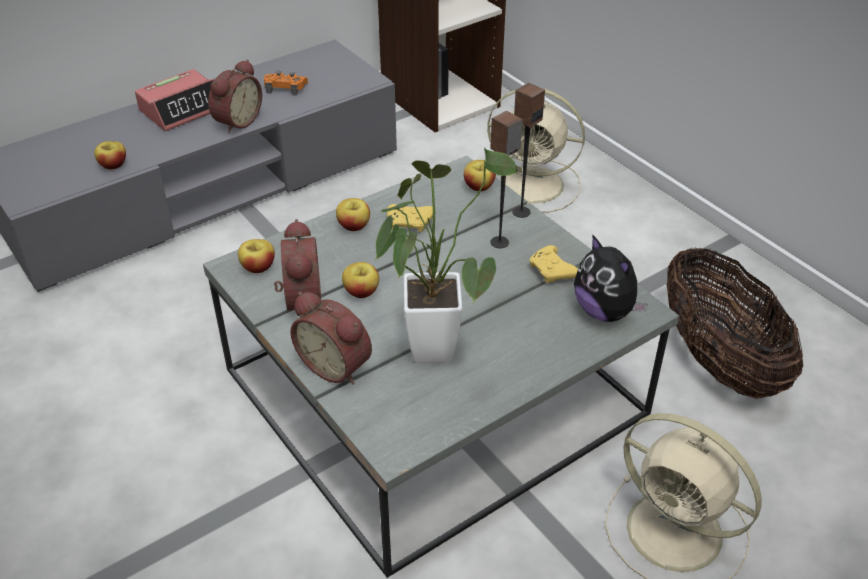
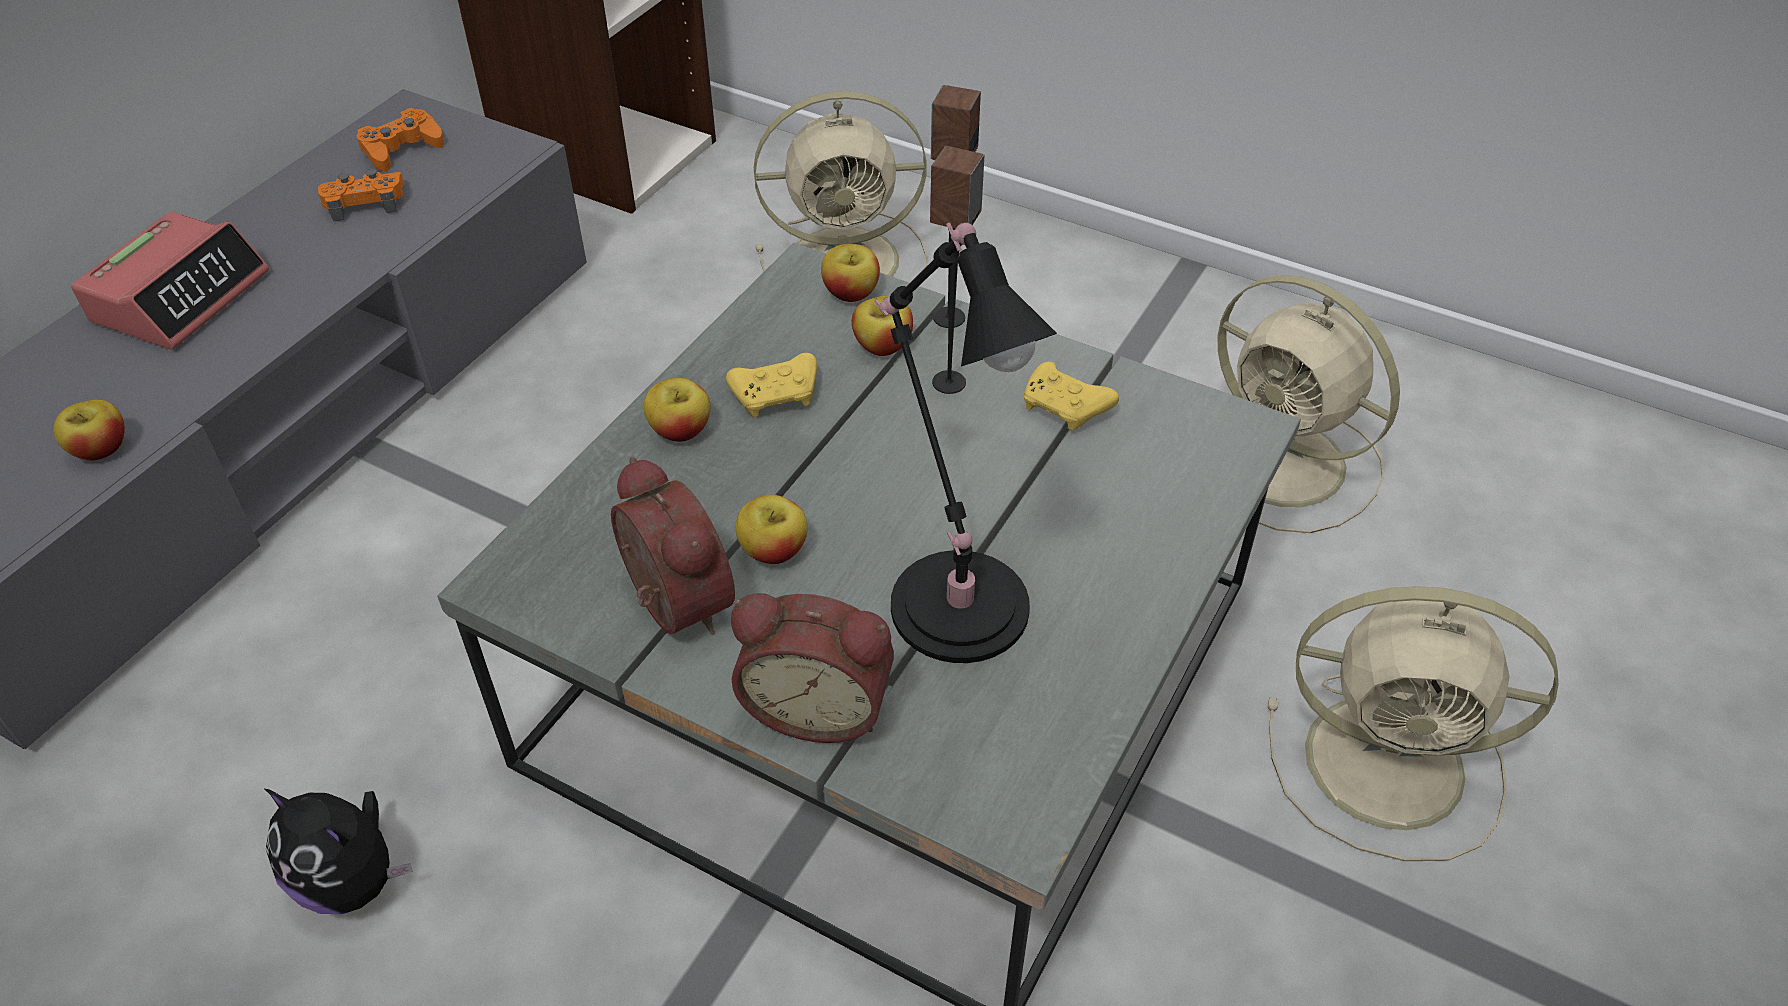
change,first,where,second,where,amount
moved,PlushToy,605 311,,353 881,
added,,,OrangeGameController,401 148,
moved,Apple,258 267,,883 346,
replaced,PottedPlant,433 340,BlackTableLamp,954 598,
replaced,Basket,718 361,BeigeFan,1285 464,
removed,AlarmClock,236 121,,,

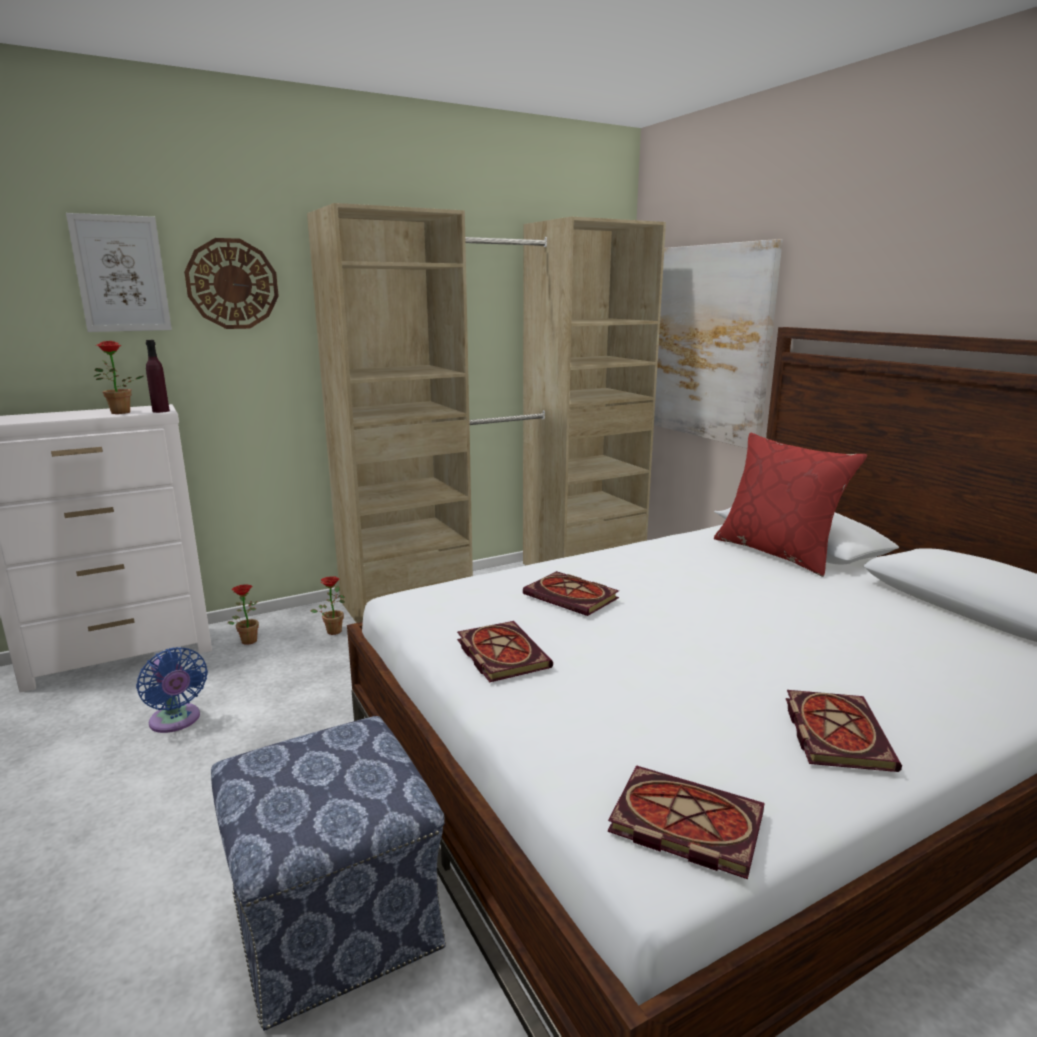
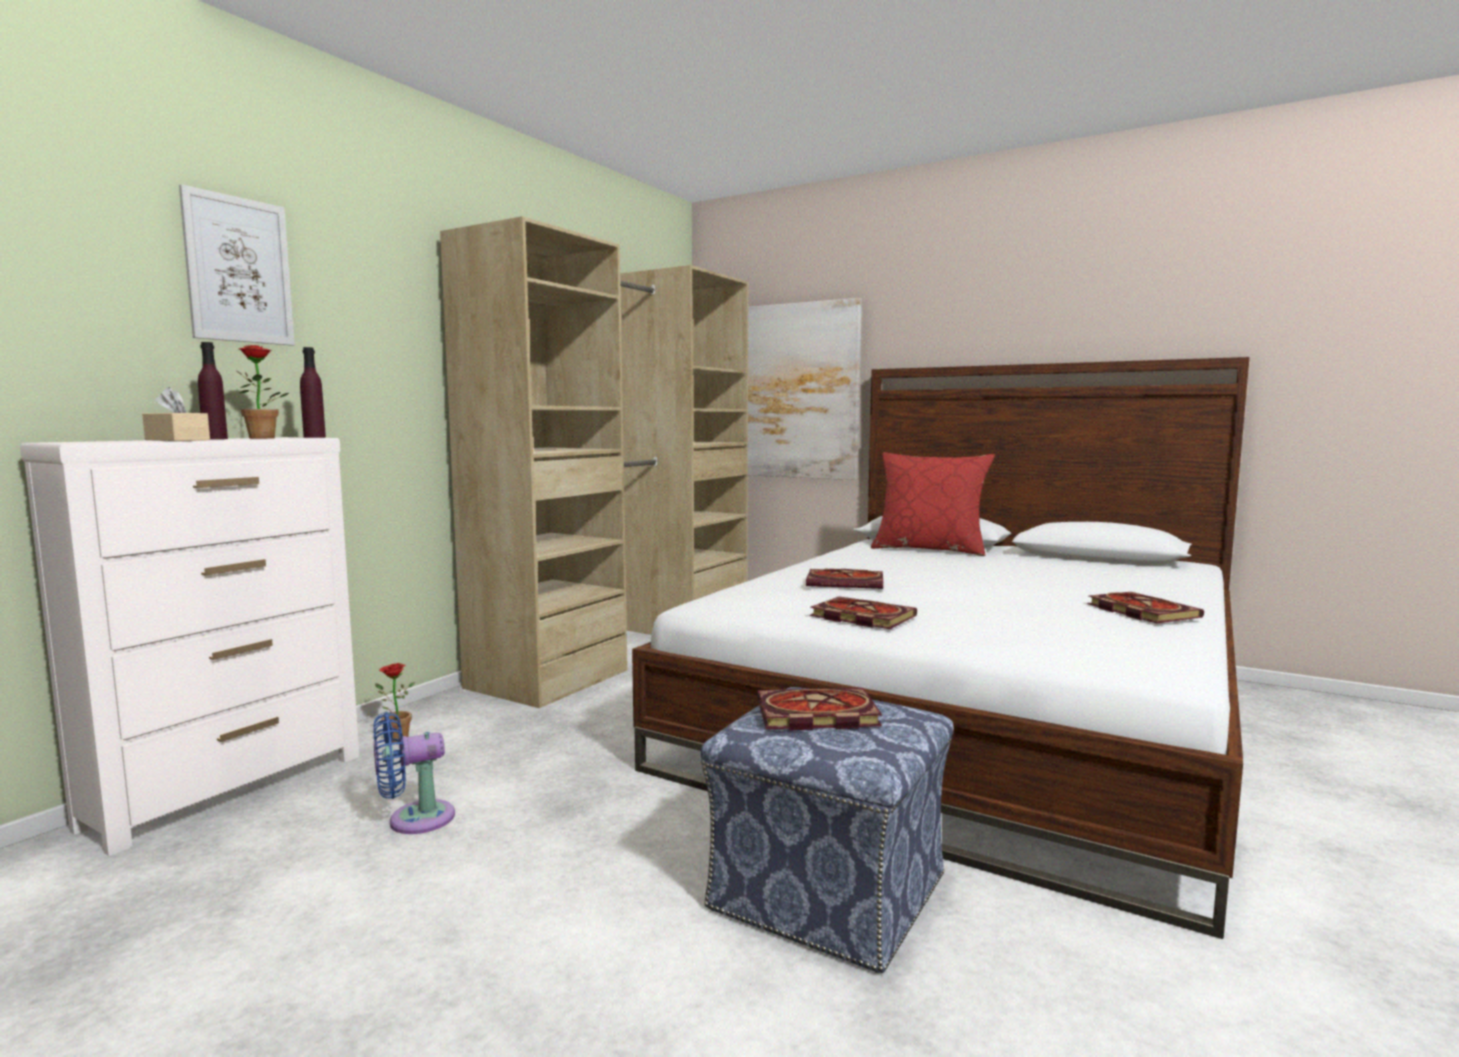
change,first,where,second,where,amount
added,,,BeigeTissueBox,177 440,
added,,,PurpleBottle,215 439,
turned,BlueFan,176 721,,414 820,135 degrees clockwise
moved,Book,681 824,,814 715,
removed,WallClock,232 284,,,
removed,PottedPlant,334 630,,,

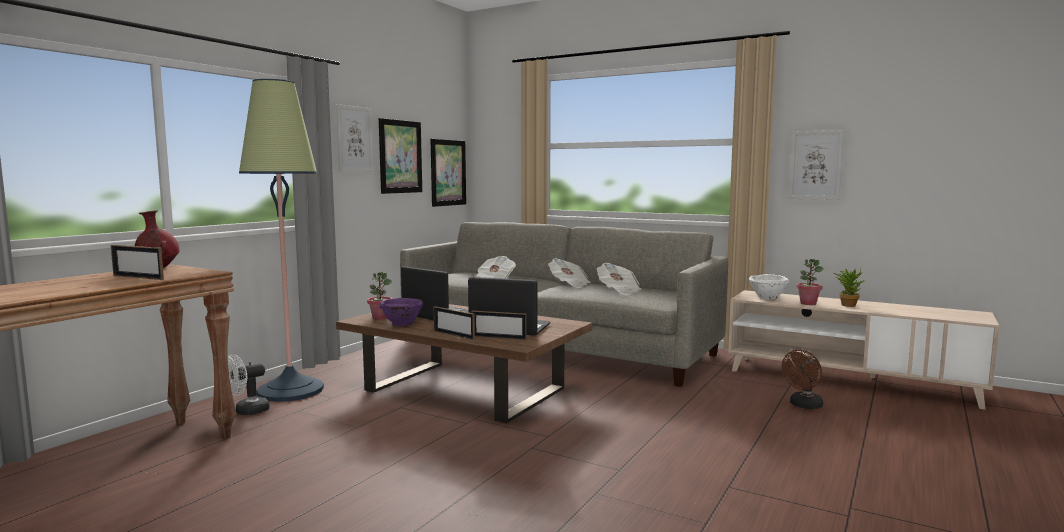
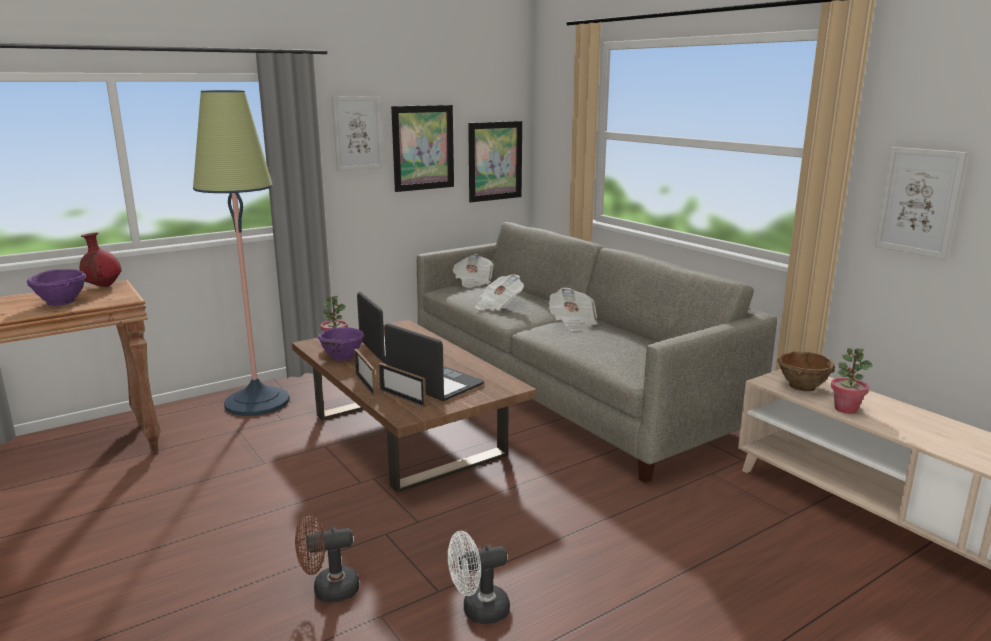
change,first,where,second,where,amount
replaced,PictureFrame,138 277,PurpleBowl,62 302,
moved,BrownFan,803 406,,328 590,
moved,WhiteFan,247 411,,478 611,
moved,Newspaper,618 291,,472 282,
recoloured,WhiteBowl,767 298,BrownBowl,802 387,
removed,PottedPlant,847 305,,,

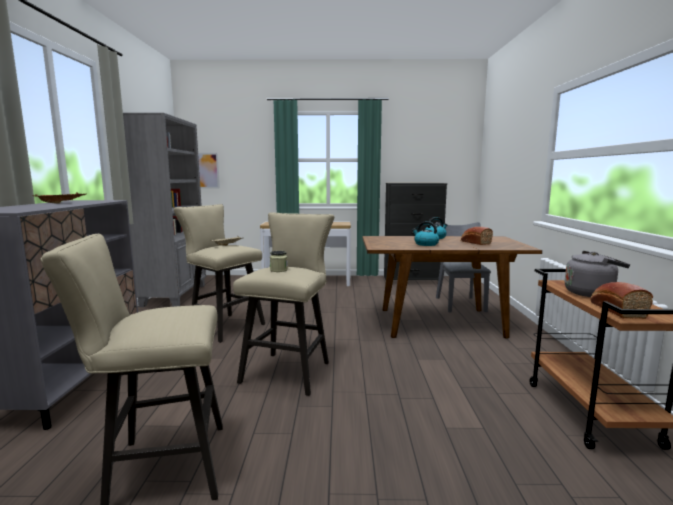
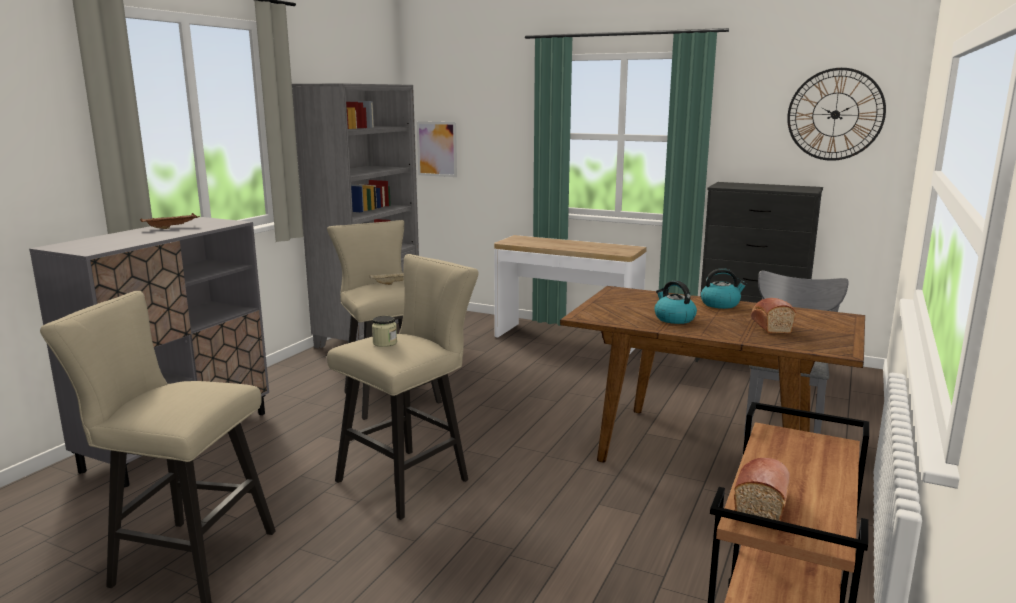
change,first,where,second,where,amount
added,,,WallClock,835 114,
removed,GreyKettle,591 293,,,

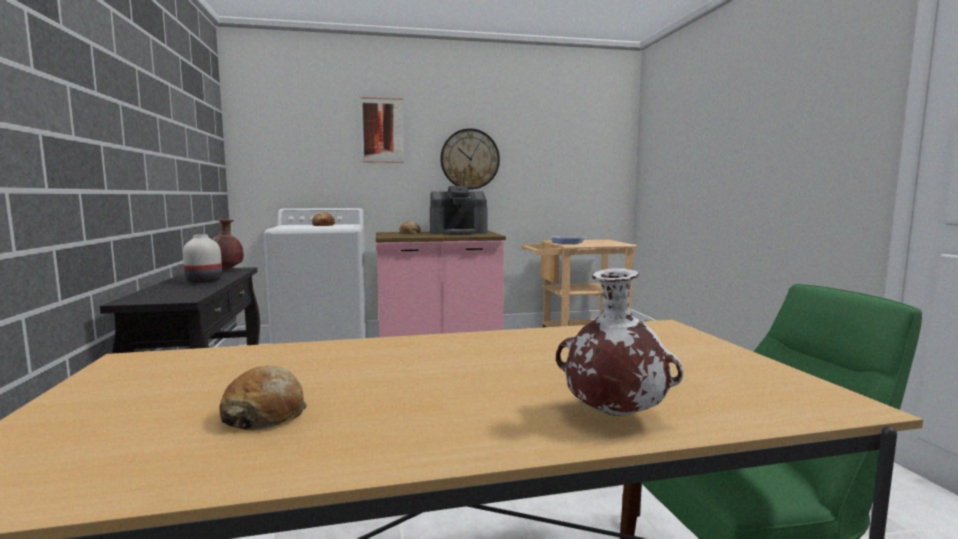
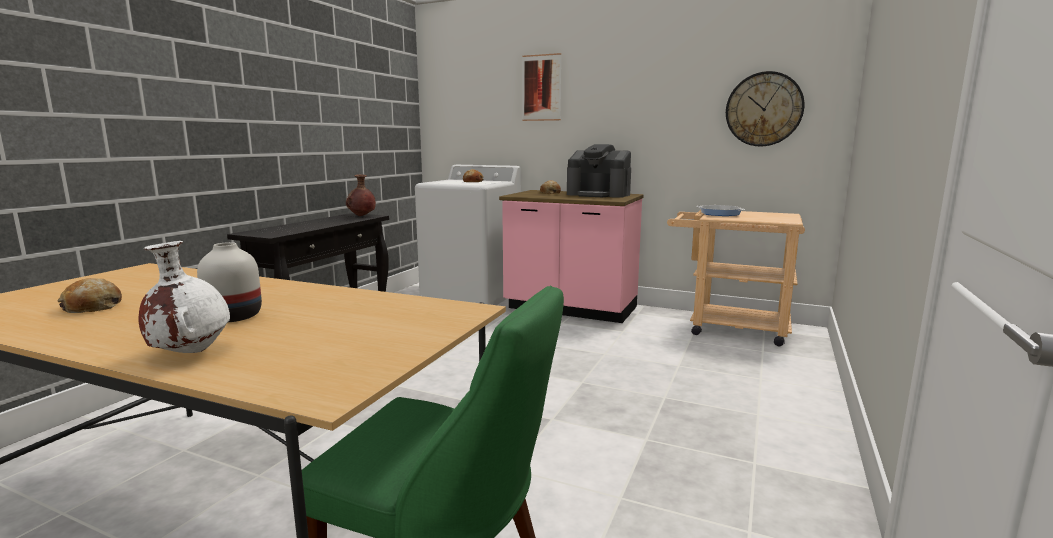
change,first,where,second,where,amount
moved,WhiteVase,205 281,,235 316,
moved,WallClock,470 159,,764 109,

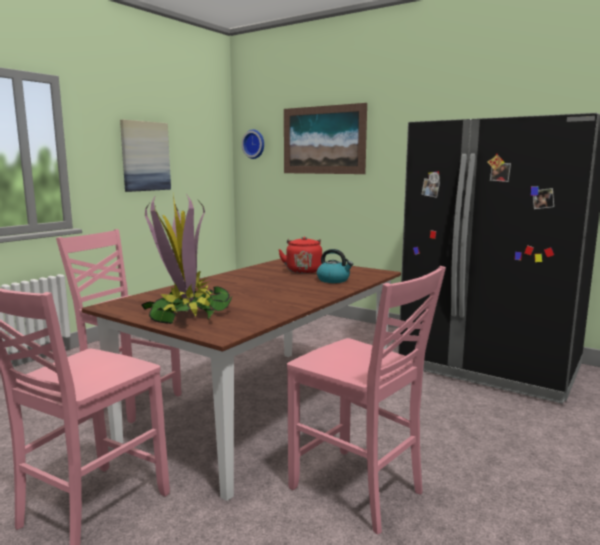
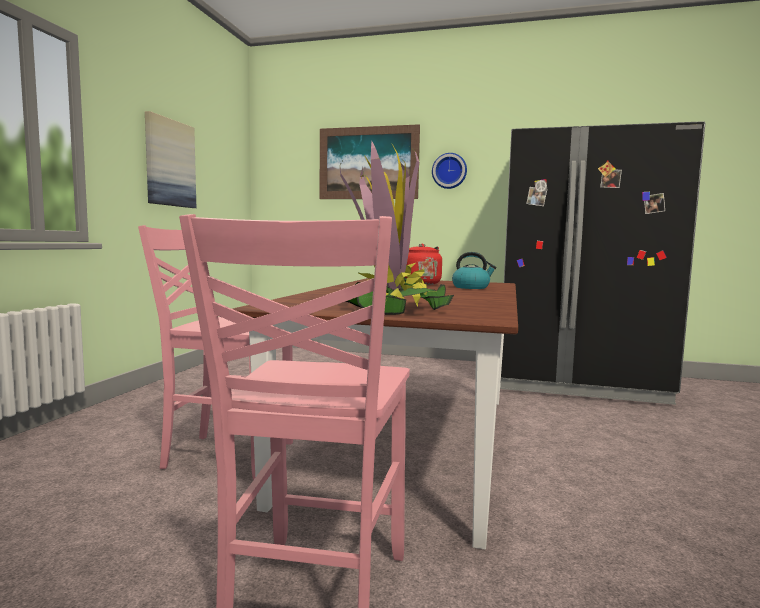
change,first,where,second,where,amount
moved,WallClock,254 144,,449 171,
removed,PinkChair,358 490,,,

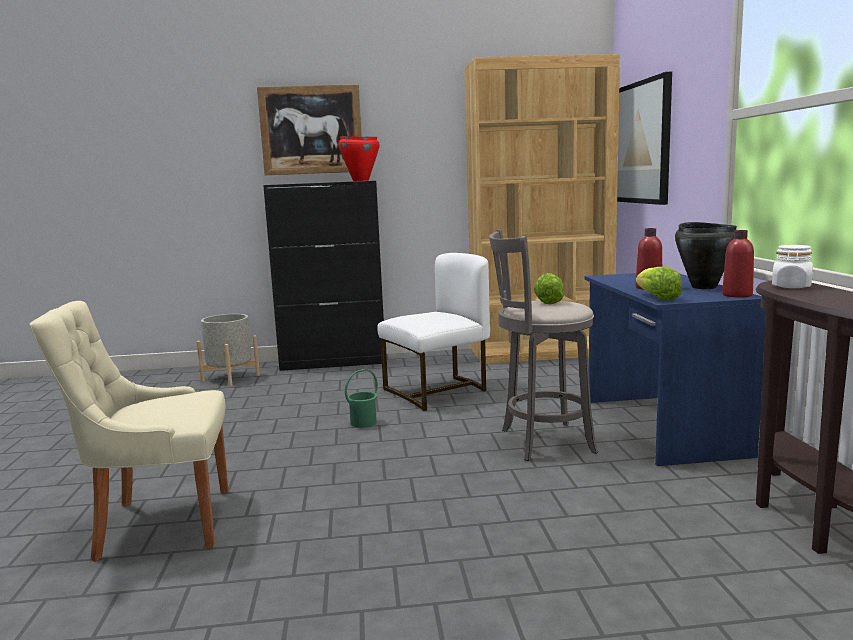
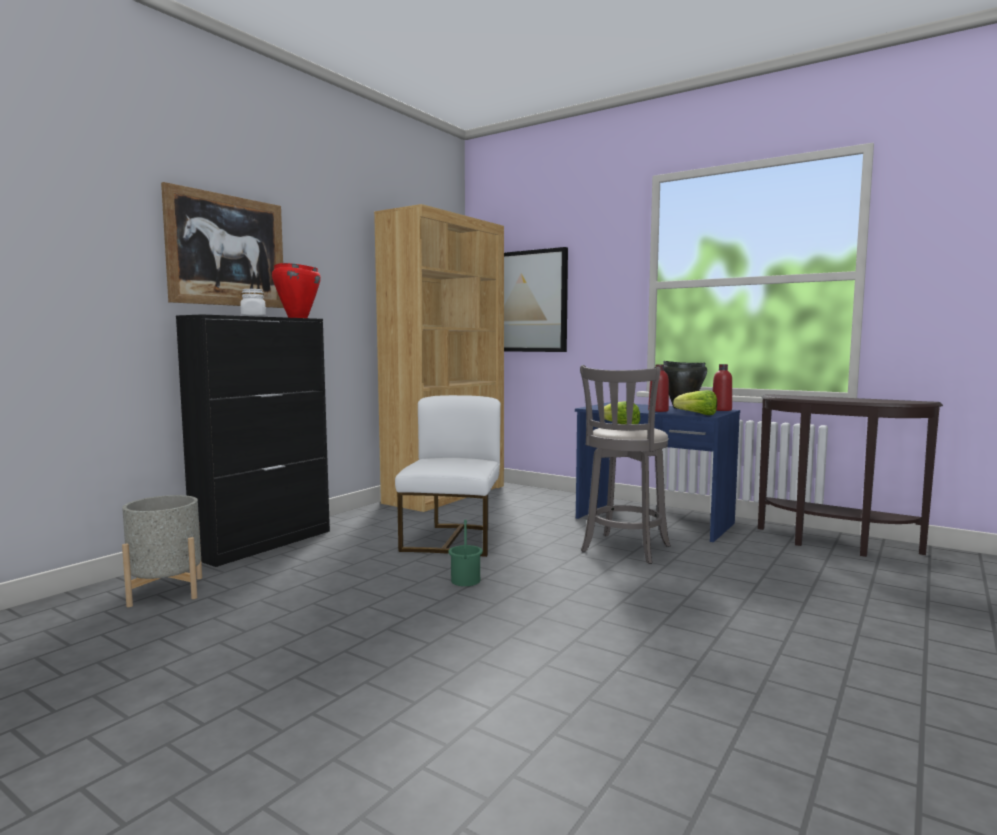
change,first,where,second,where,amount
moved,WhiteJar,791 286,,253 317,
removed,BeigeChair,159 524,,,

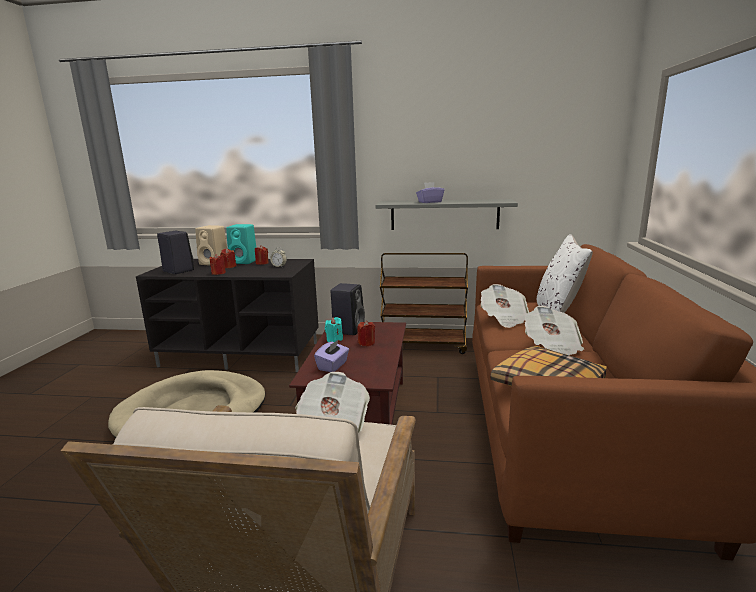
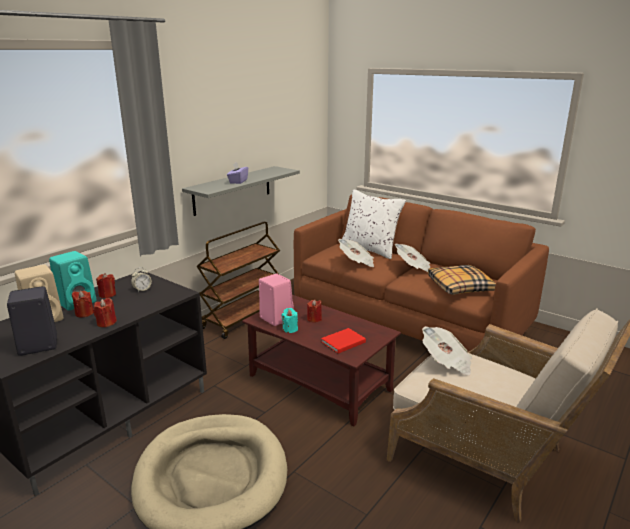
change,first,where,second,where,amount
recoloured,BlackSpeaker,348 329,PinkSpeaker,275 318,
replaced,PurpleTissueBox,333 366,RedBook,342 342,

